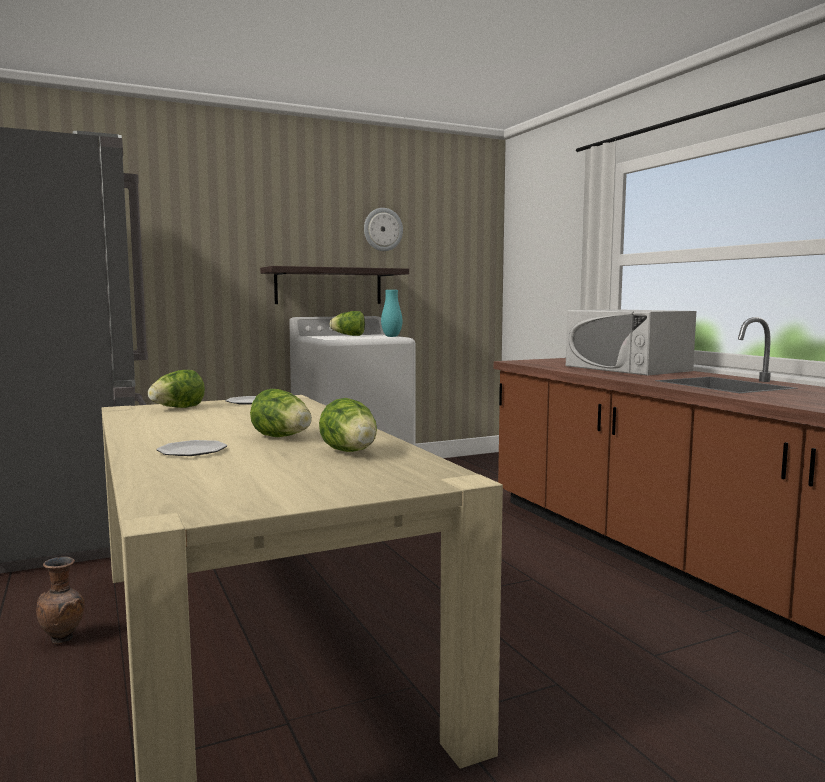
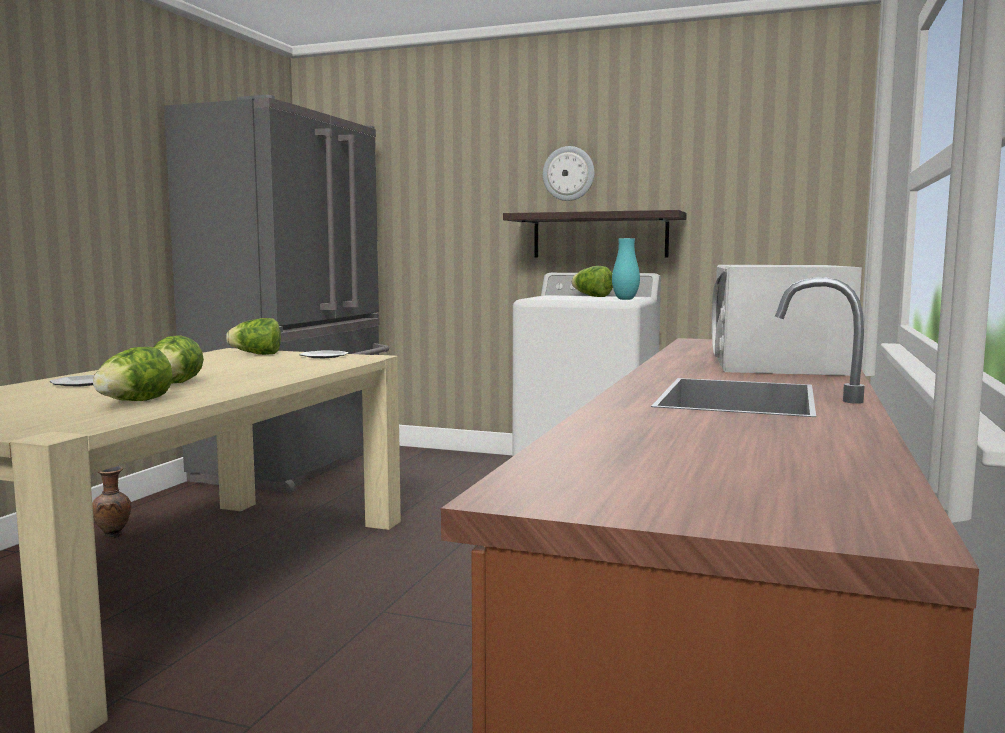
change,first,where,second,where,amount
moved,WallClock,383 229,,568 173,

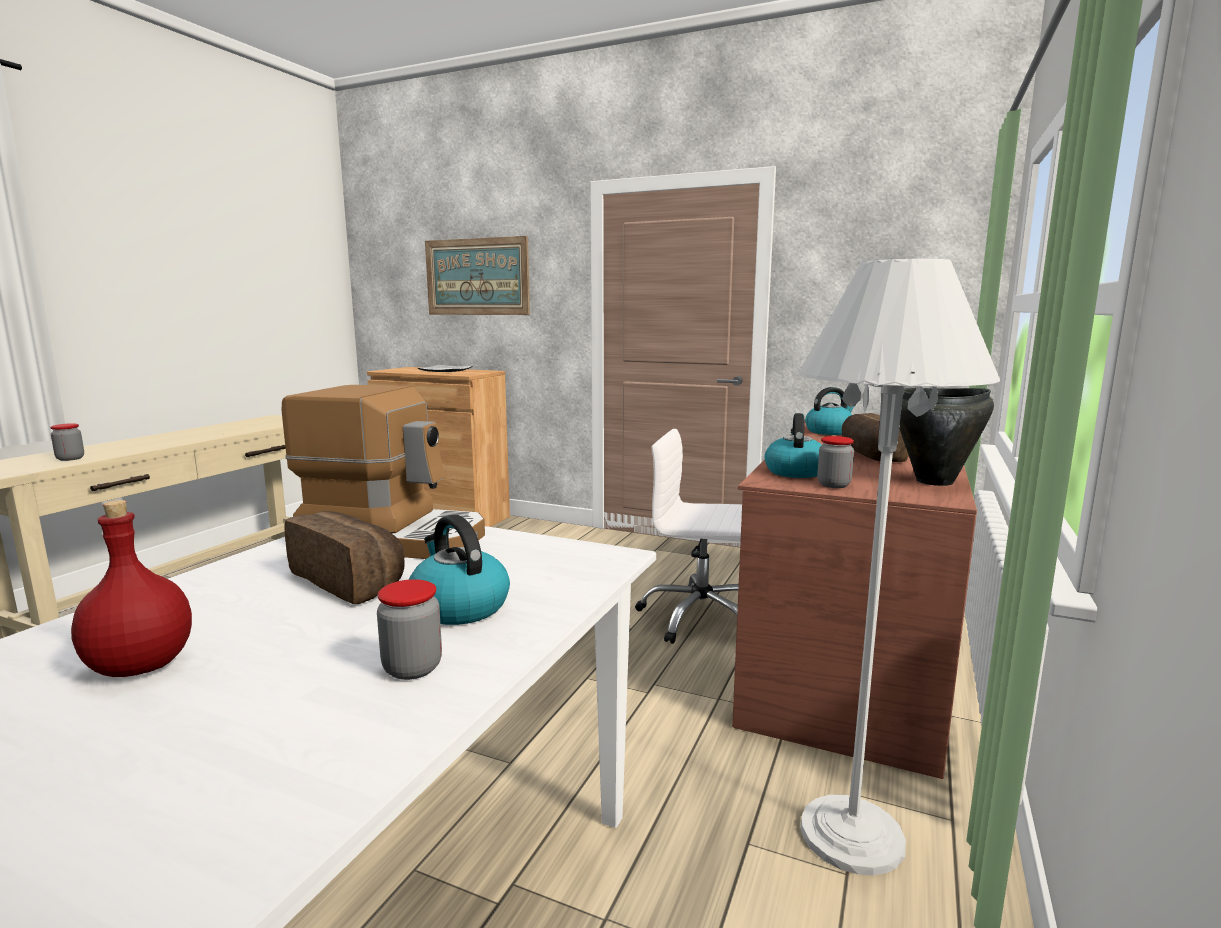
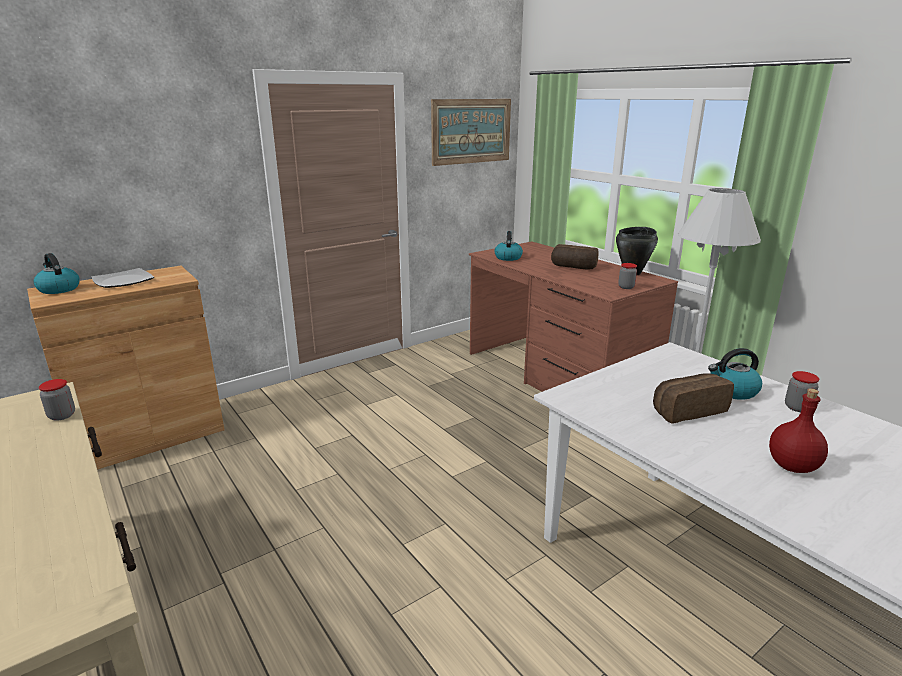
change,first,where,second,where,amount
moved,Kettle,795 472,,58 289,
moved,Jar,70 458,,62 415,
moved,Picture,477 277,,471 131,
removed,CoffeeMachine,396 537,,,
removed,WhiteOfficeChair,700 617,,,

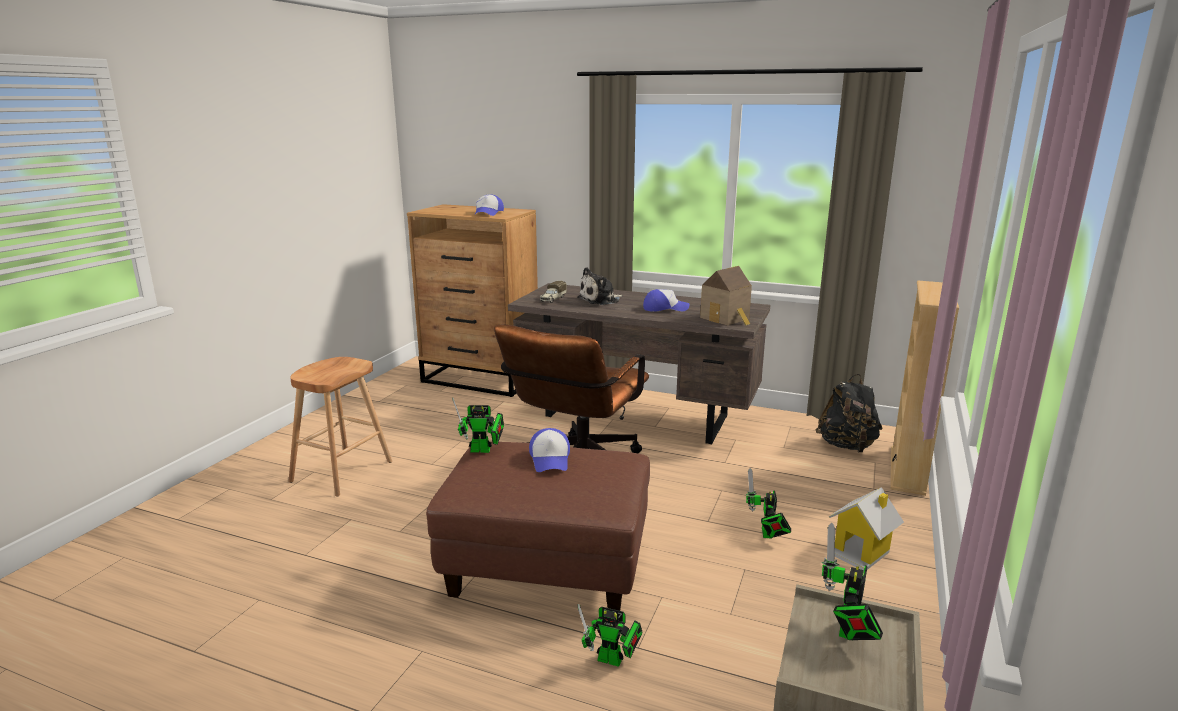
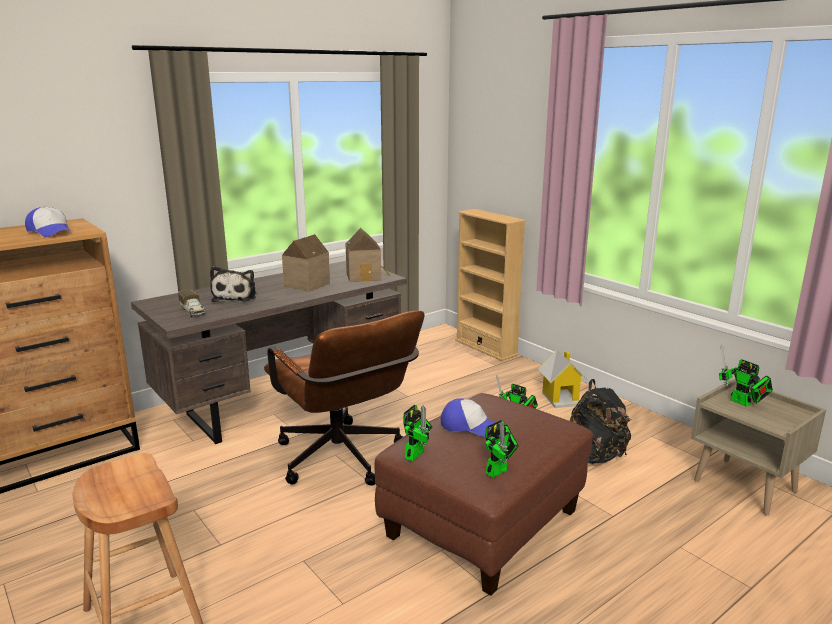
change,first,where,second,where,amount
replaced,Cap,665 308,ToyHouse,305 284,
moved,ToyRobot,613 661,,499 470,
moved,BlackBackpack,847 446,,593 457,

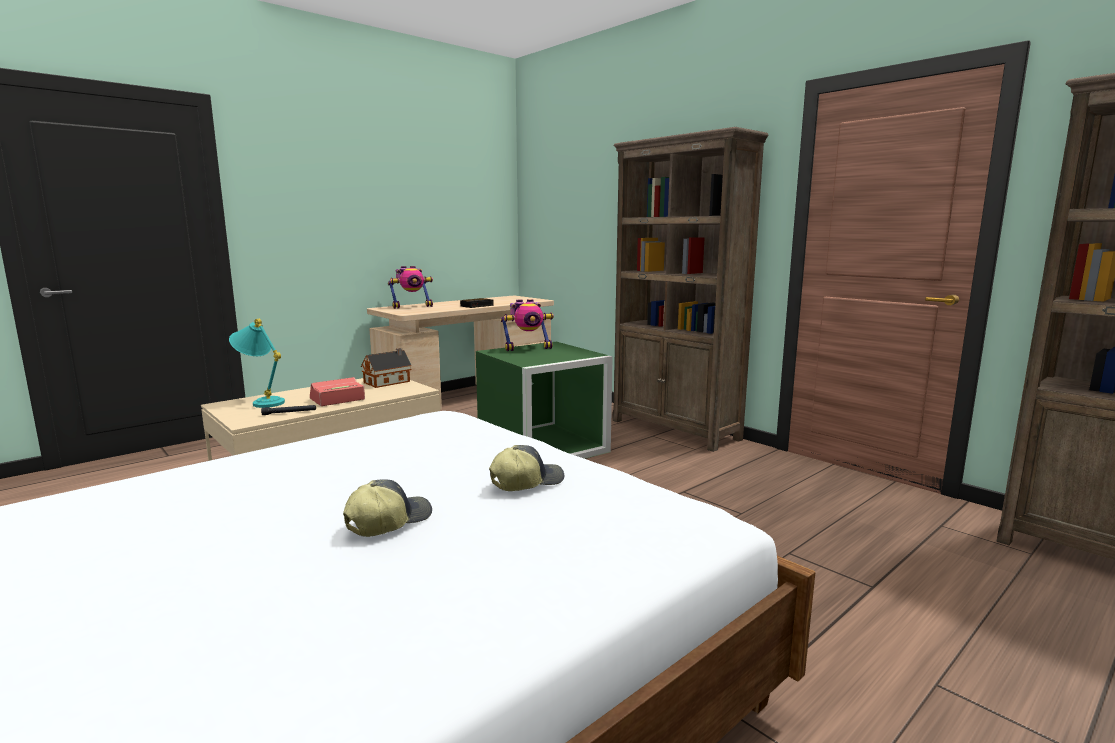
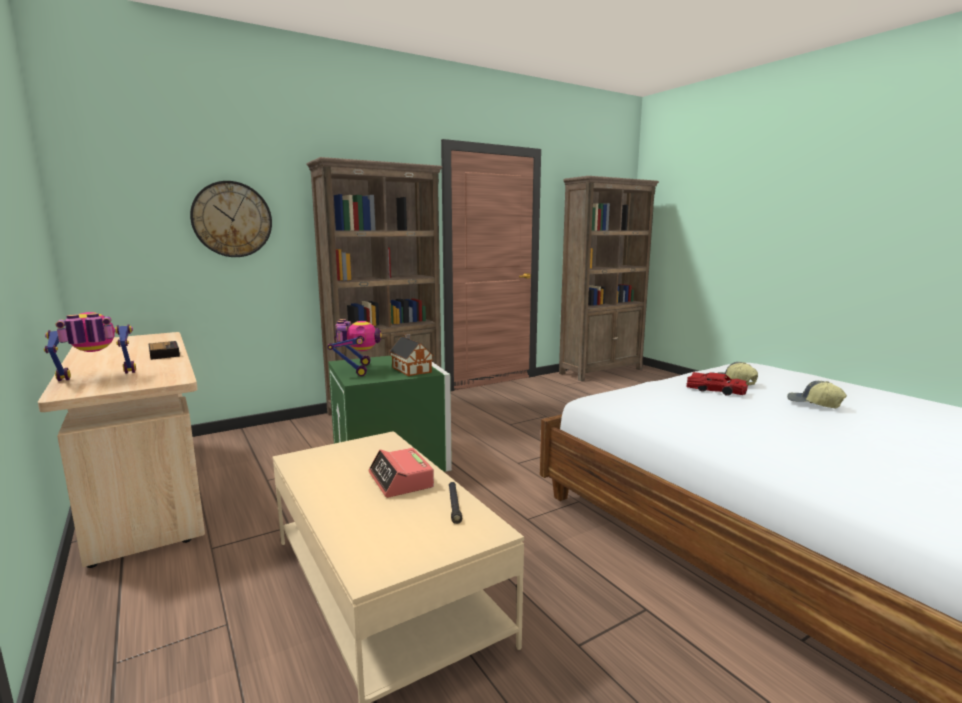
change,first,where,second,where,amount
turned,ToyRobot,412 307,,96 378,105 degrees counterclockwise
added,,,WallClock,232 219,
moved,ToyHouse,389 382,,411 369,
added,,,RedToyCar,715 390,
removed,TurquoiseTableLamp,262 402,,,

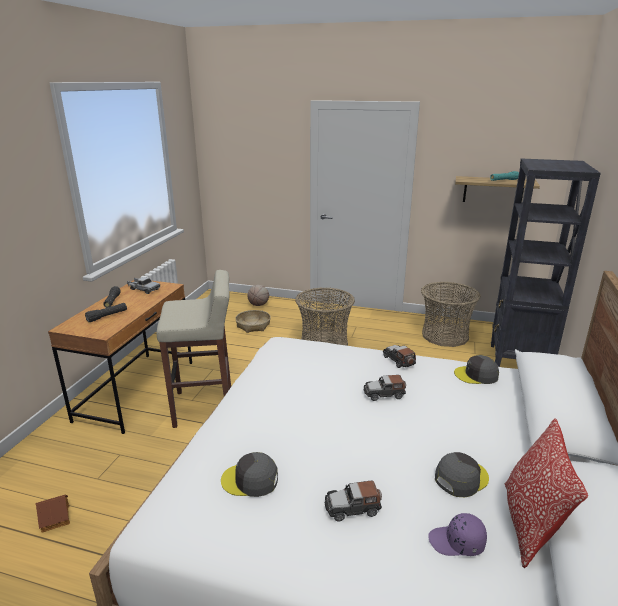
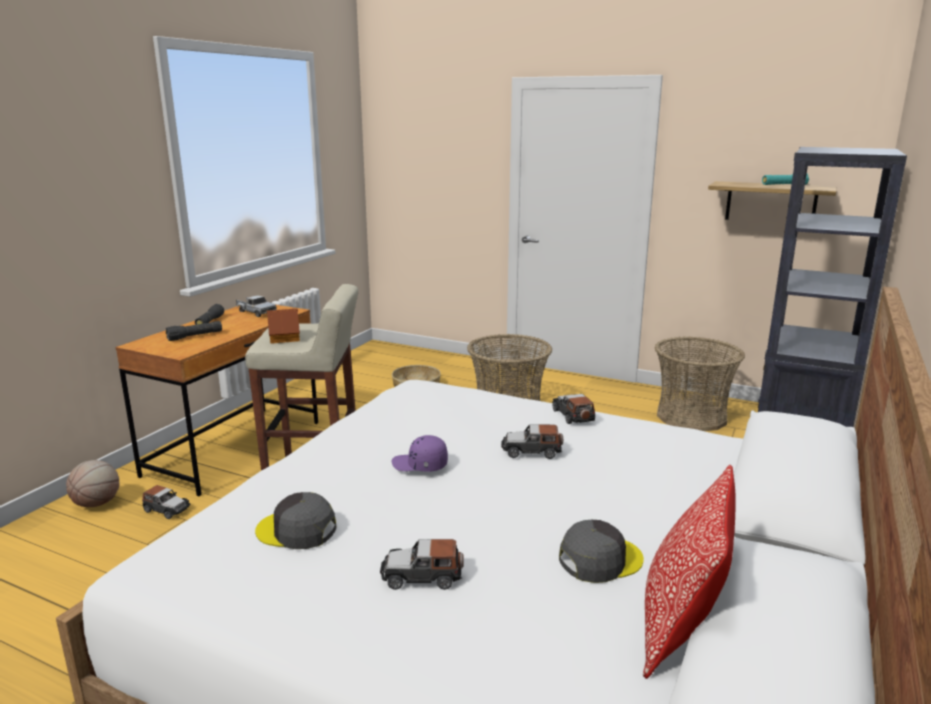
change,first,where,second,where,amount
moved,Basketball,258 305,,97 504,
added,,,ToyCar,166 509,
moved,ToyHouse,56 518,,285 337,
moved,PurpleCap,457 543,,420 465,
removed,GreyCap,476 375,,,

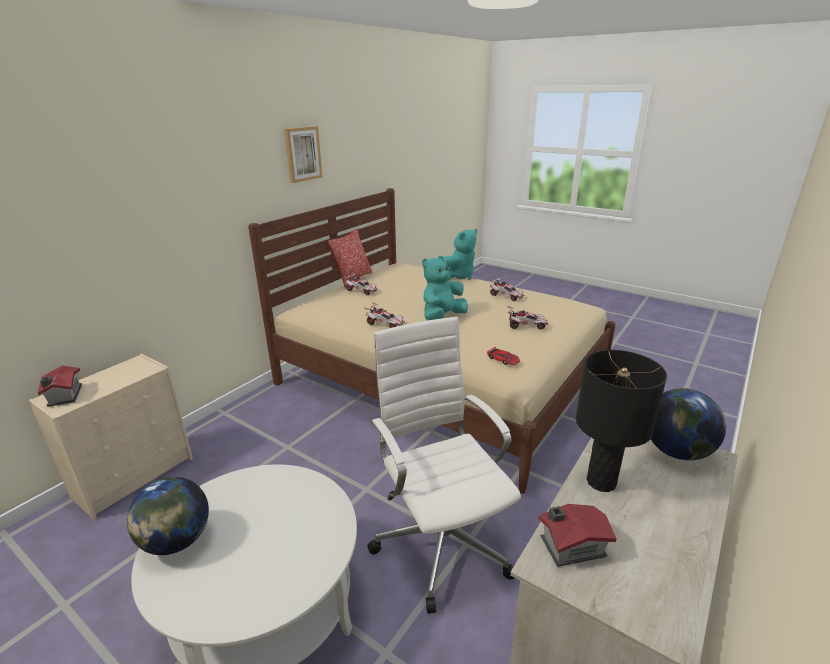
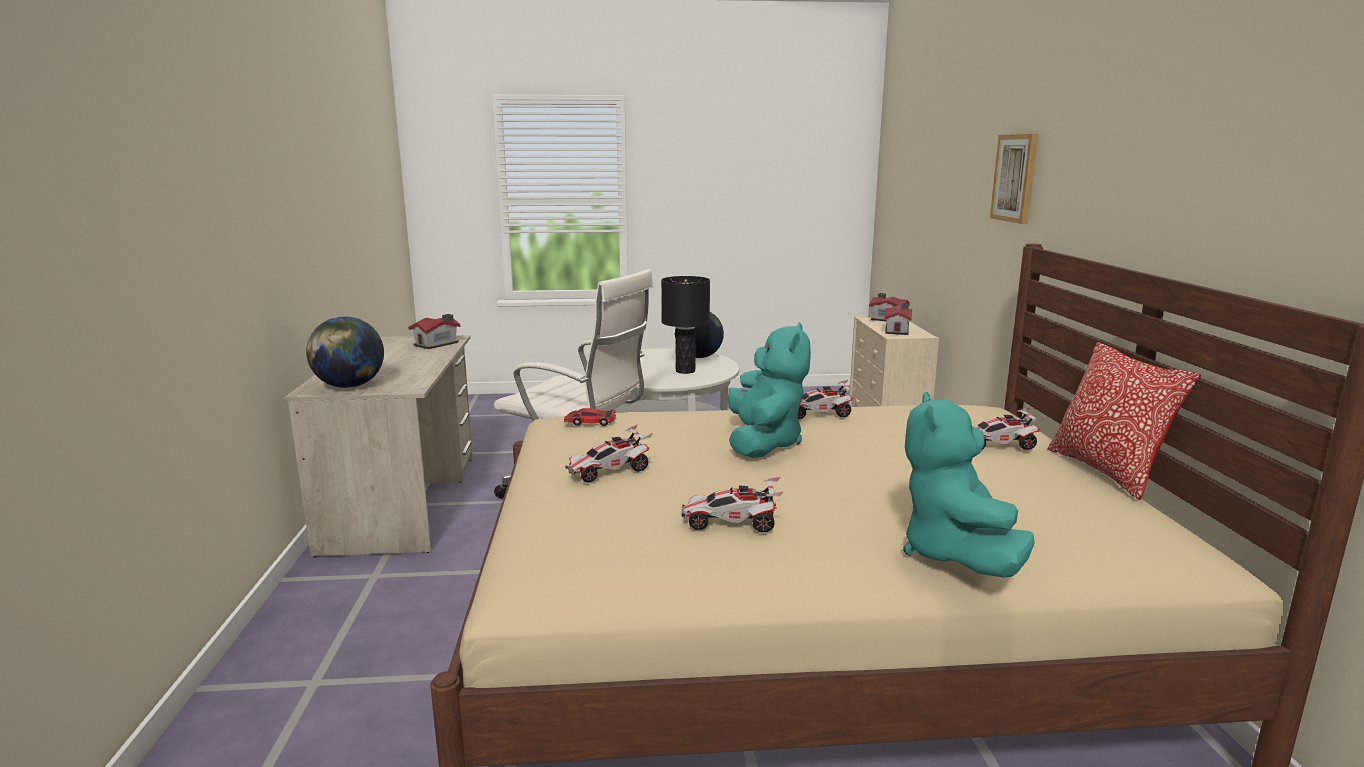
change,first,where,second,where,amount
moved,BlackTableLamp,601 482,,685 371,
added,,,ToyHouse,898 330,
moved,Picture,302 154,,1016 178,

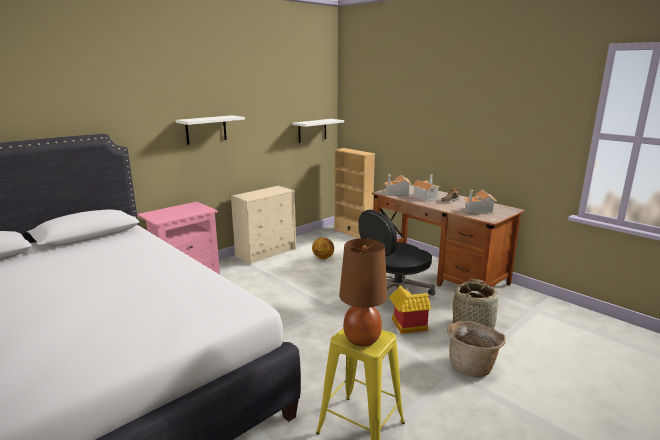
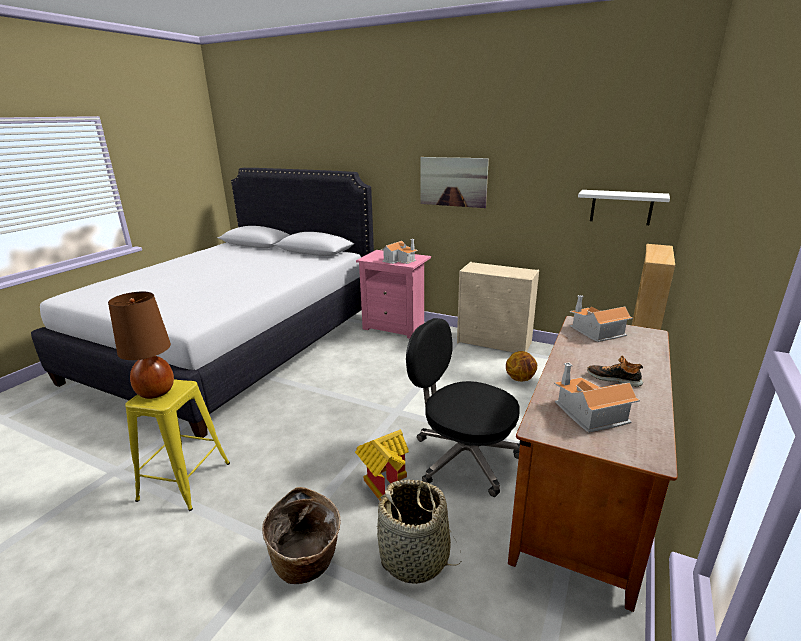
change,first,where,second,where,amount
moved,ToyHouse,426 196,,400 260,
replaced,WhiteShelf,206 129,Picture,453 182,

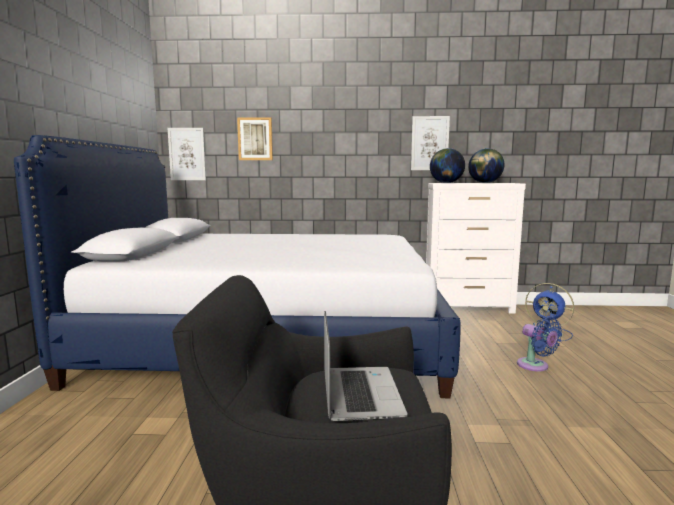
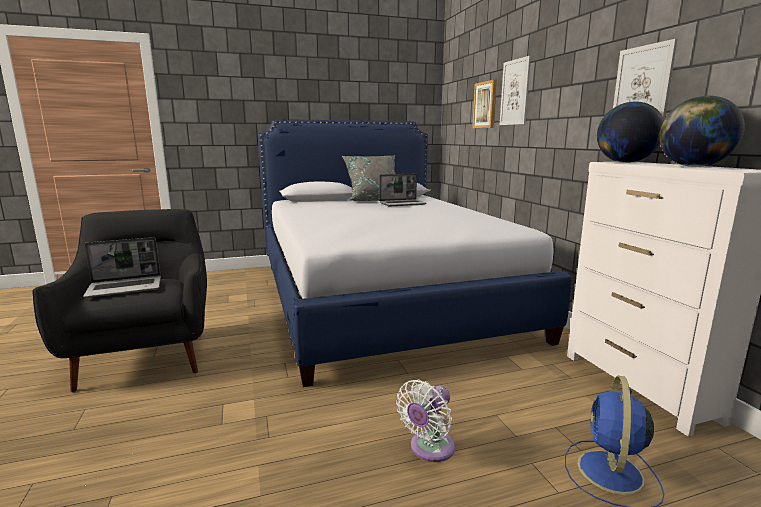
change,first,where,second,where,amount
added,,,GreyPillow,373 200,
added,,,Laptop,403 204,
recoloured,BlueFan,535 366,WhiteFan,429 449,
moved,Picture,187 154,,515 92,

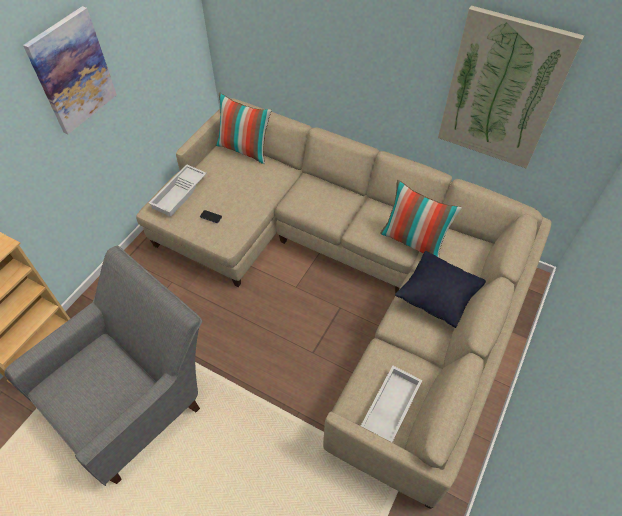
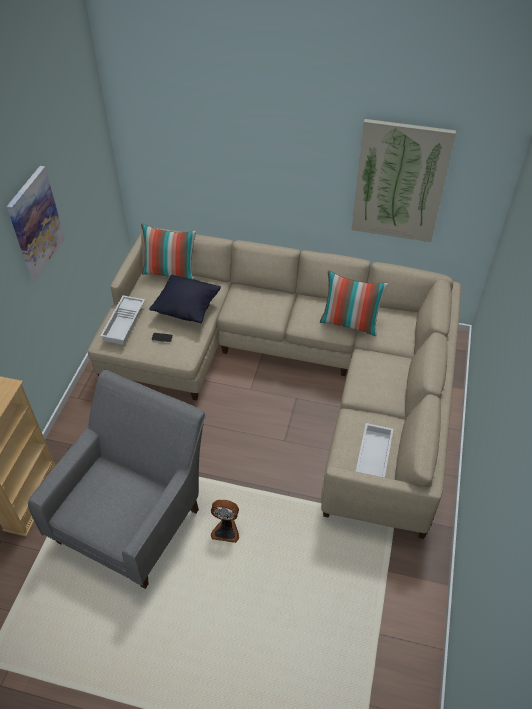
change,first,where,second,where,amount
moved,BlackPillow,437 298,,187 309,
added,,,Fan,226 530,

